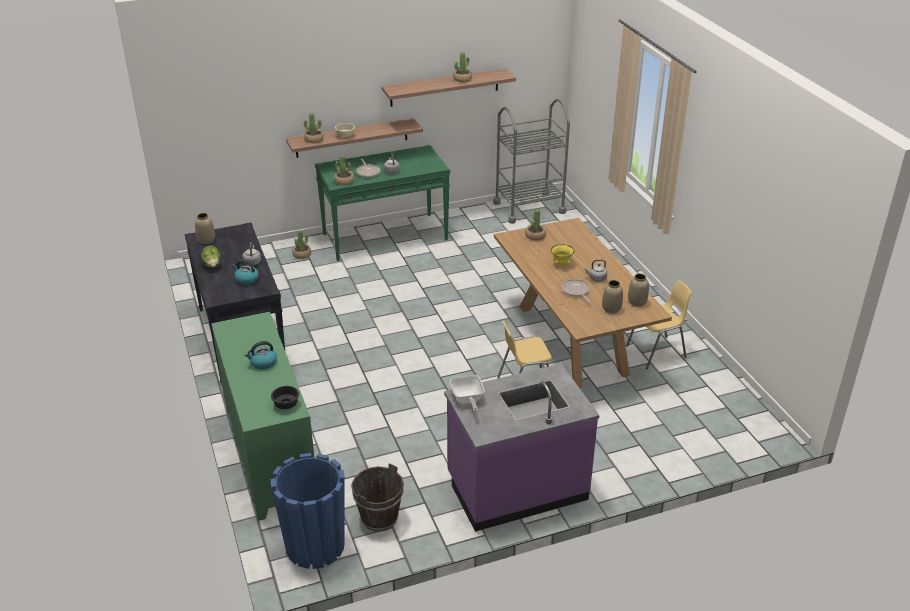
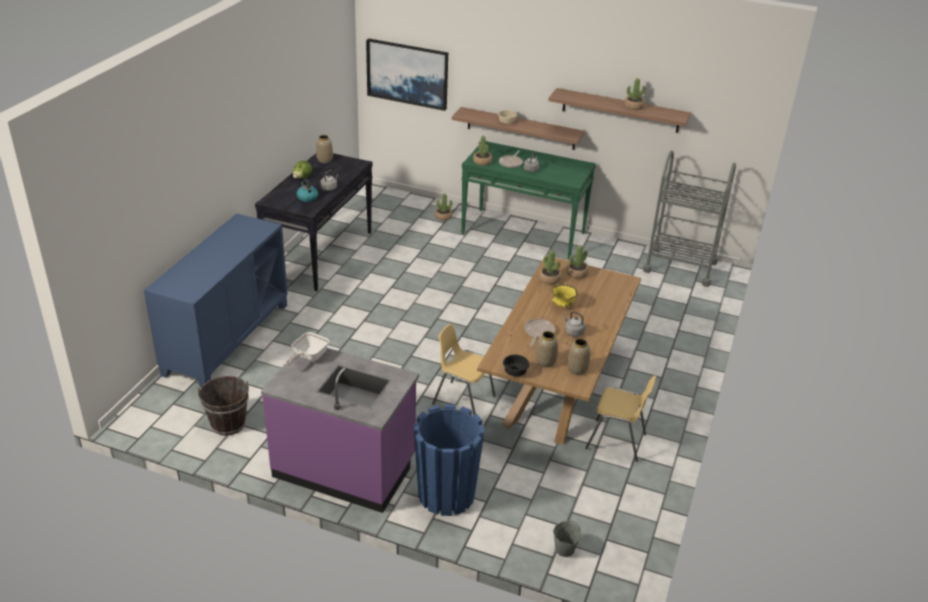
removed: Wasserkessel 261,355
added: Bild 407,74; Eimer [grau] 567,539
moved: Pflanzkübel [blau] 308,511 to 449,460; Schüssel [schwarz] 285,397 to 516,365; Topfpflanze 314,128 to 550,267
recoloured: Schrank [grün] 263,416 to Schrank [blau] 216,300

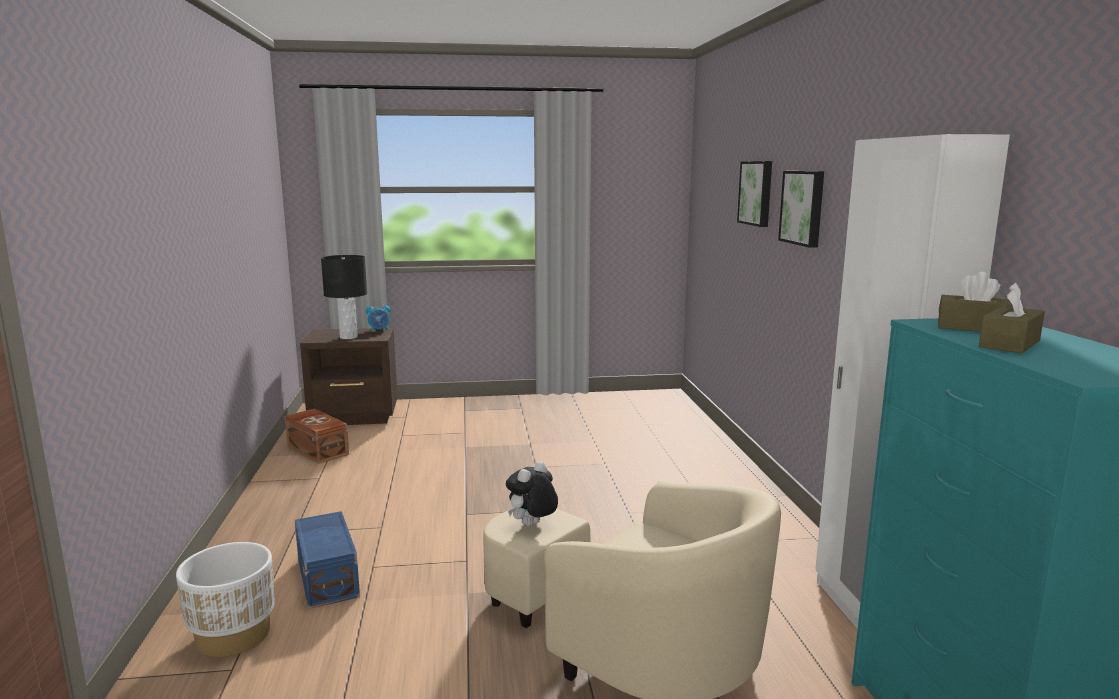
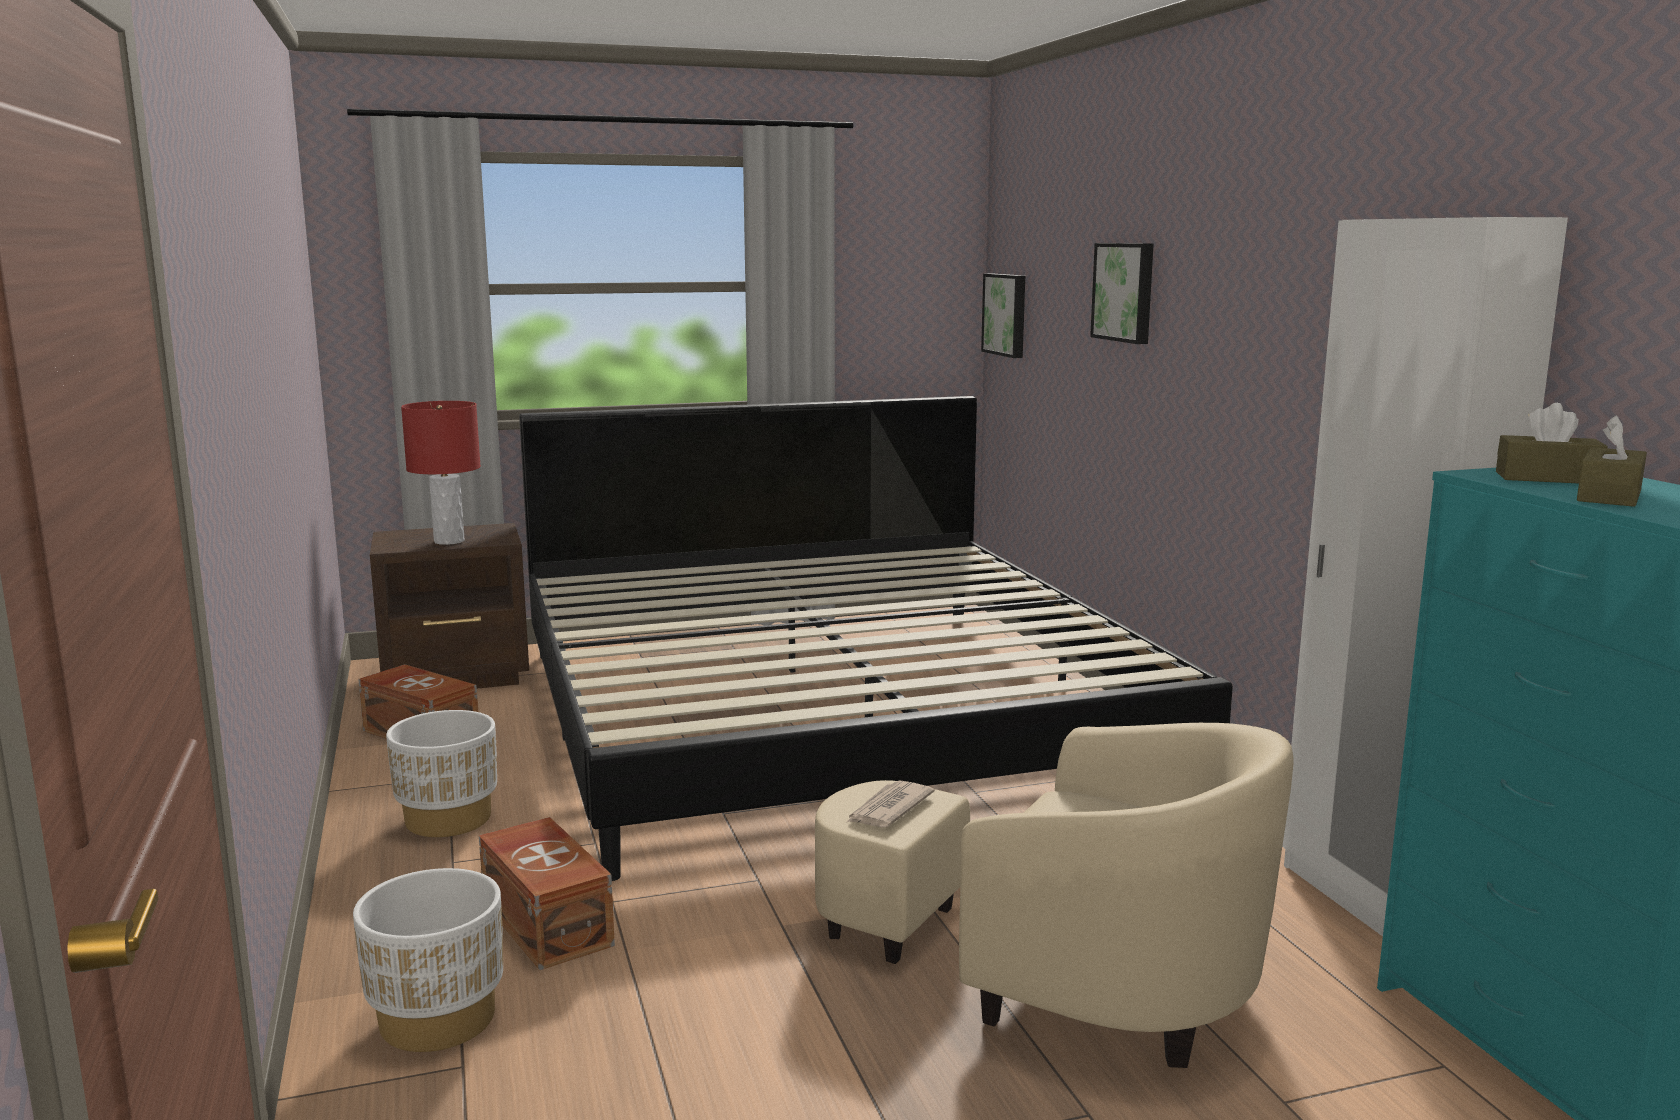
removed: Wecker 378,317
added: Pflanzkübel [weiß] 441,773; Bett 876,638
moved: Bild 801,209 to 1003,315
replaced: Plüschtier 532,493 to Zeitung 890,804
recoloured: Tischlampe [schwarz] 344,297 to Tischlampe [rot] 441,473; Aufbewahrungsbox [blau] 327,560 to Aufbewahrungsbox [braun] 547,893

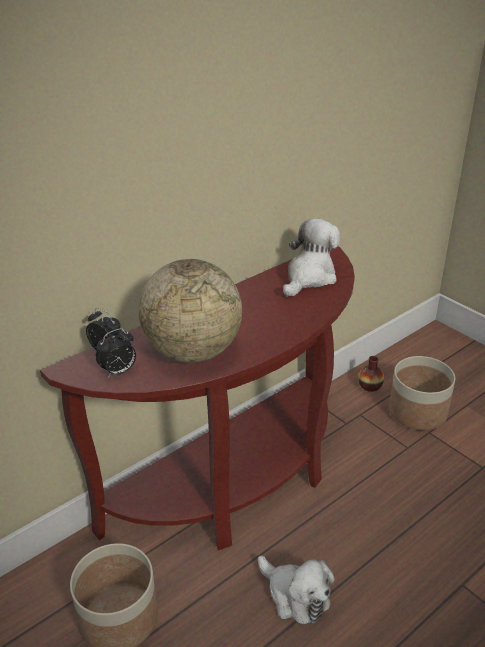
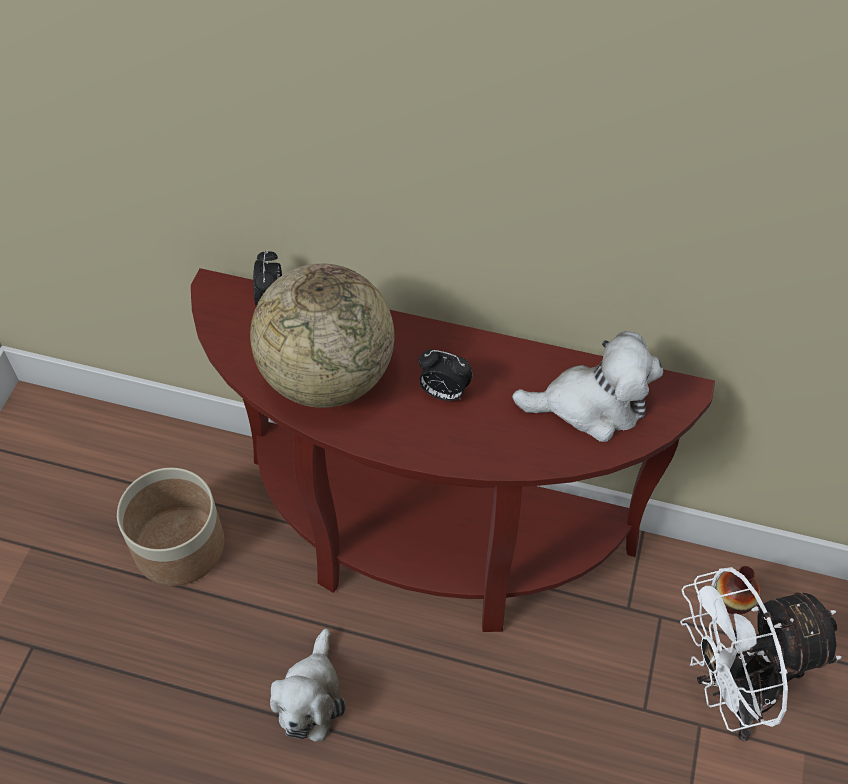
moved: Wecker 116,353 to 446,375
replaced: Pflanzkübel 422,393 to Ventilator [weiß] 761,654

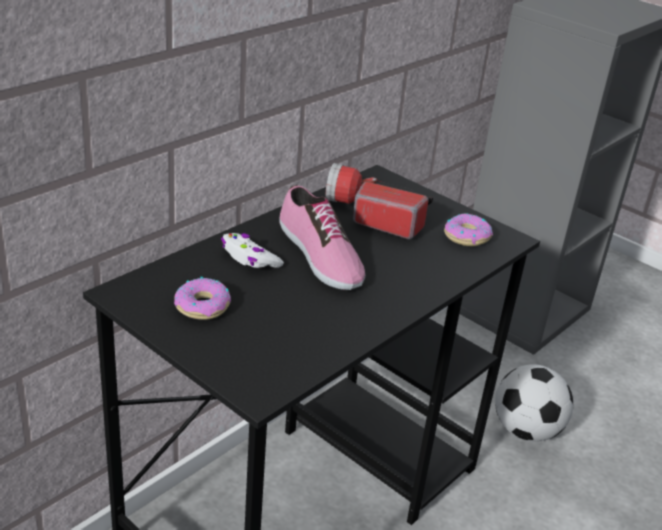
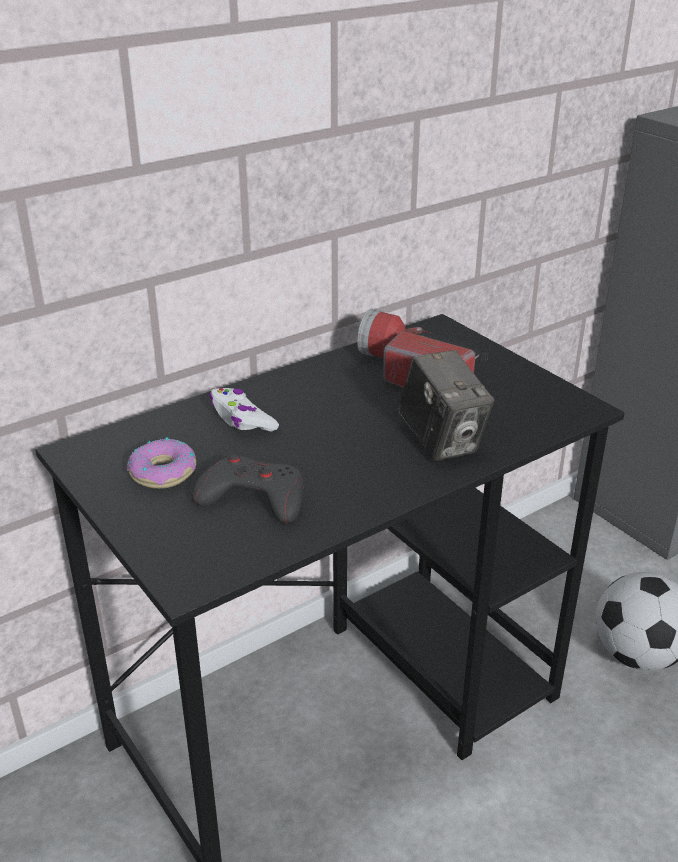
removed: Schuh 322,237; Donut 468,229
added: Gamepad [grau] 247,488; Kamera 446,405

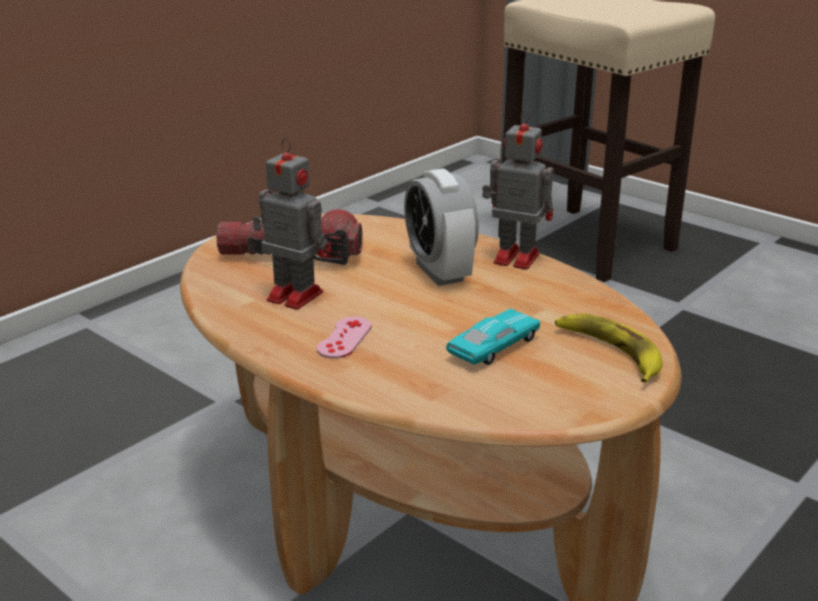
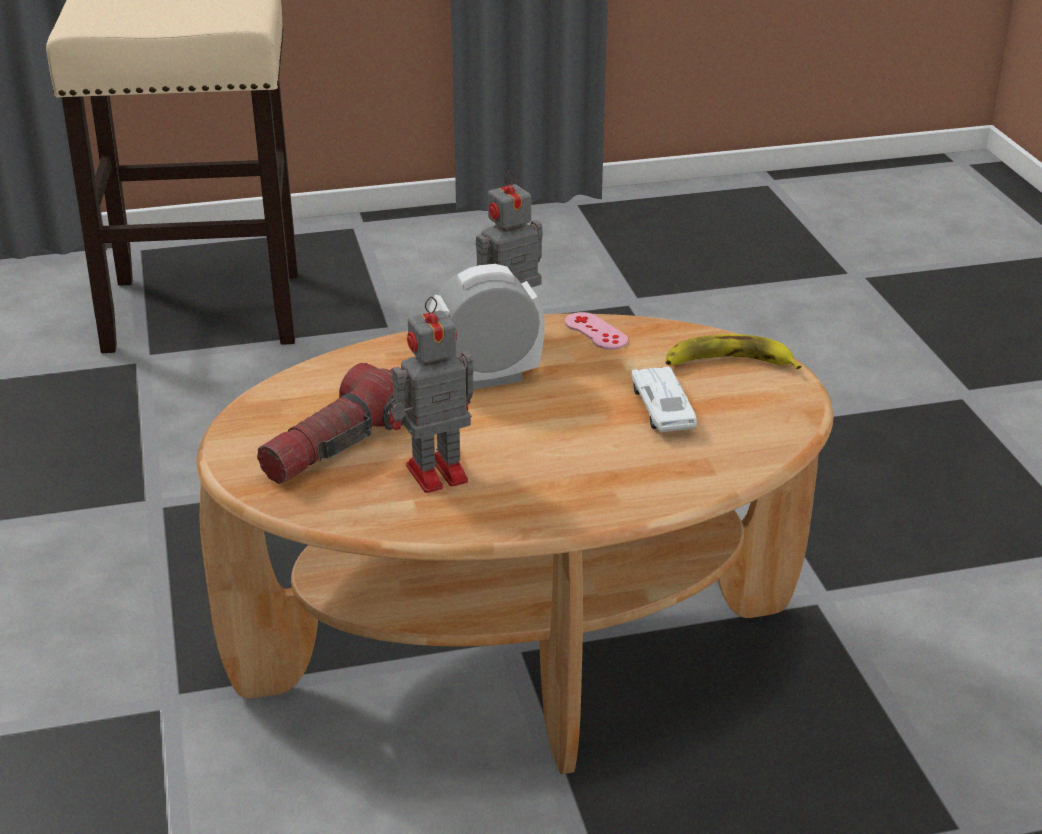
moved: Gamepad [rosa] 344,338 to 596,331
recoloured: Spielzeugauto [türkis] 493,337 to Spielzeugauto [weiß] 664,399
turned: Wecker 441,227 = 487,326 150 degrees clockwise

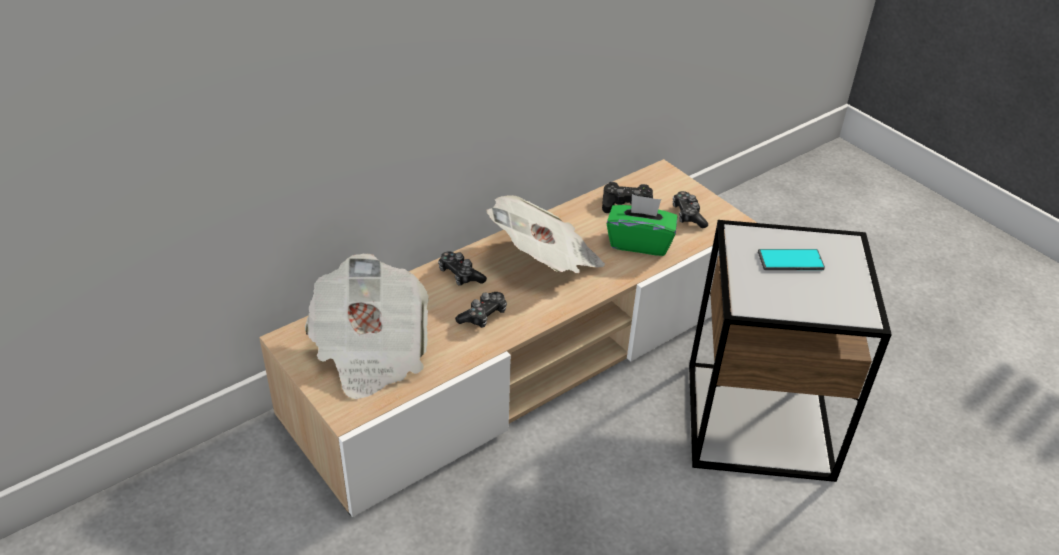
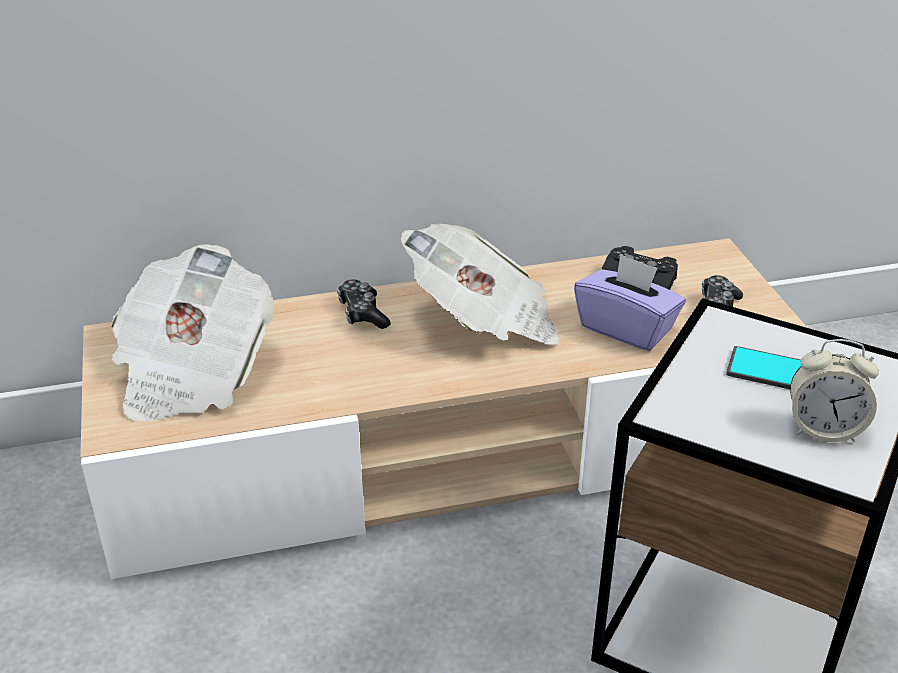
removed: Gamepad 481,310
added: Wecker 834,390
recoloured: Taschentuchbox [grün] 642,225 to Taschentuchbox [lila] 630,302

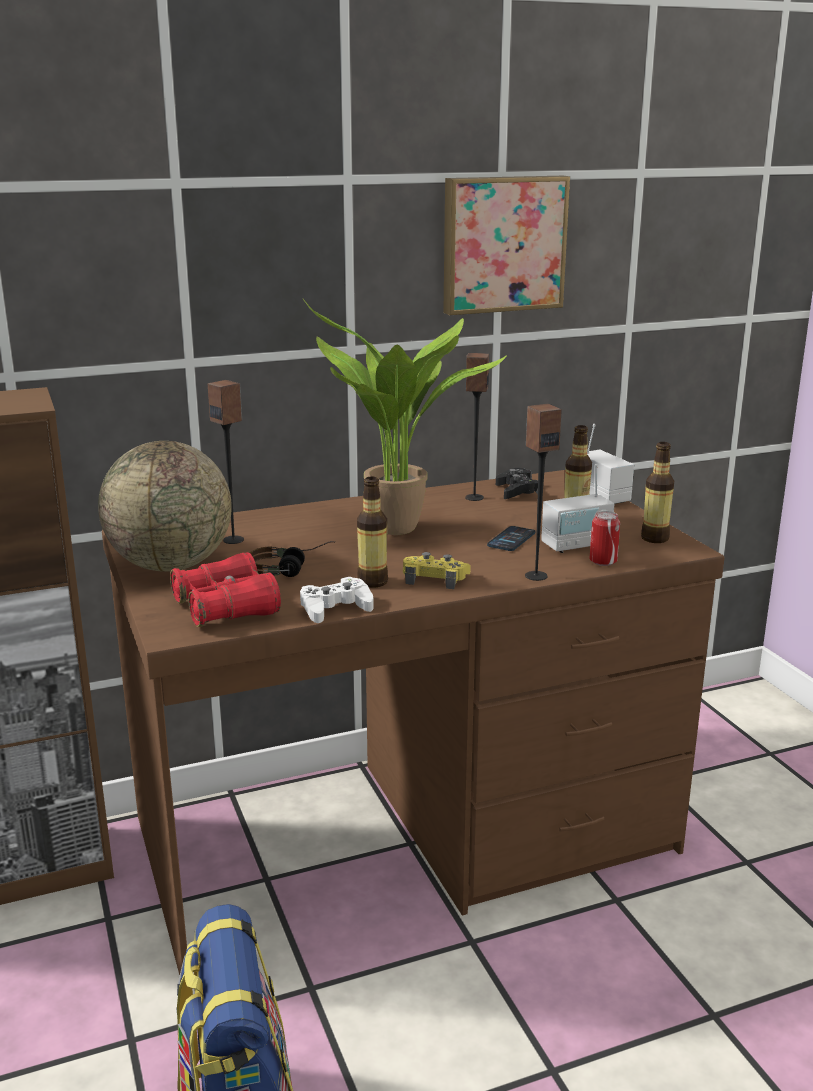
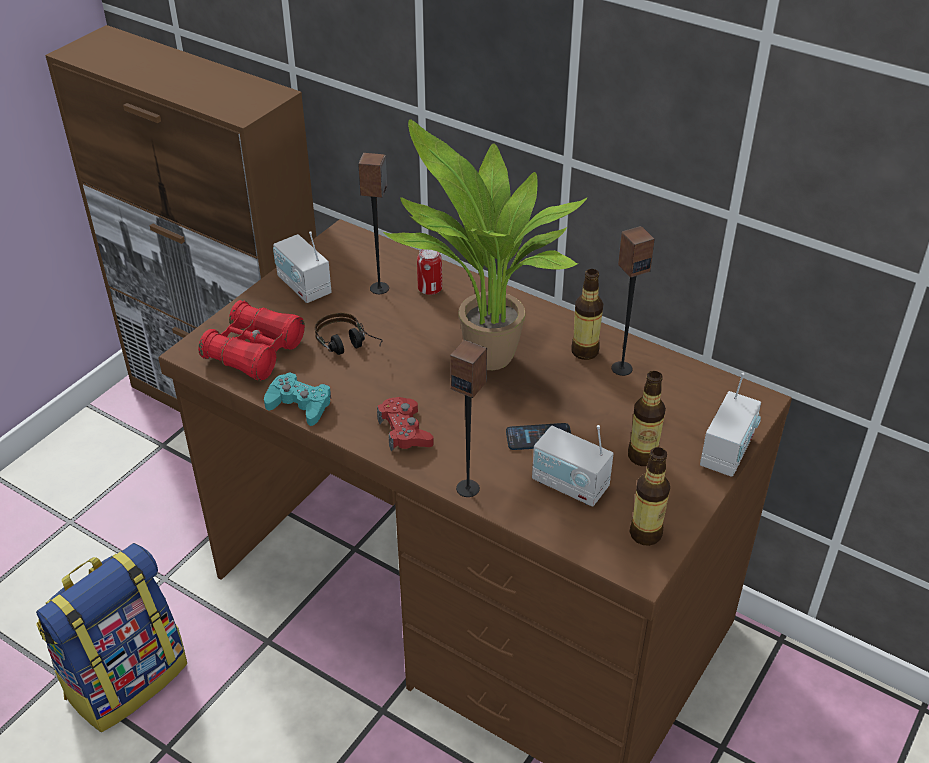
removed: Bild 506,245; Gamepad [schwarz] 517,483
moved: Dose 605,538 to 429,272; Flasche 372,532 to 587,314
replaced: Globus 165,506 to Radio 302,267
recoloured: Gamepad [weiß] 337,600 to Gamepad [türkis] 297,399; Gamepad [gelb] 437,570 to Gamepad [rot] 405,424

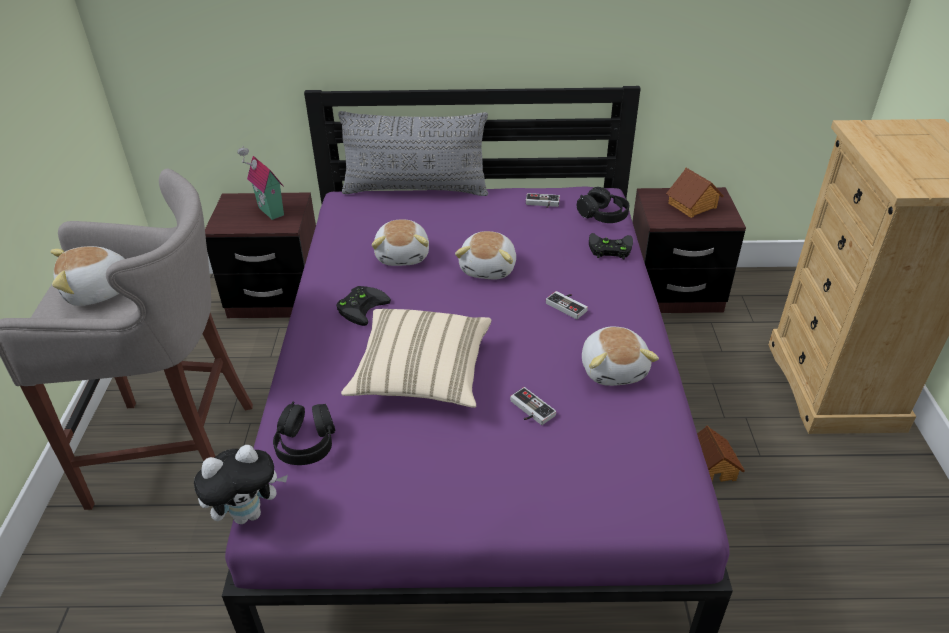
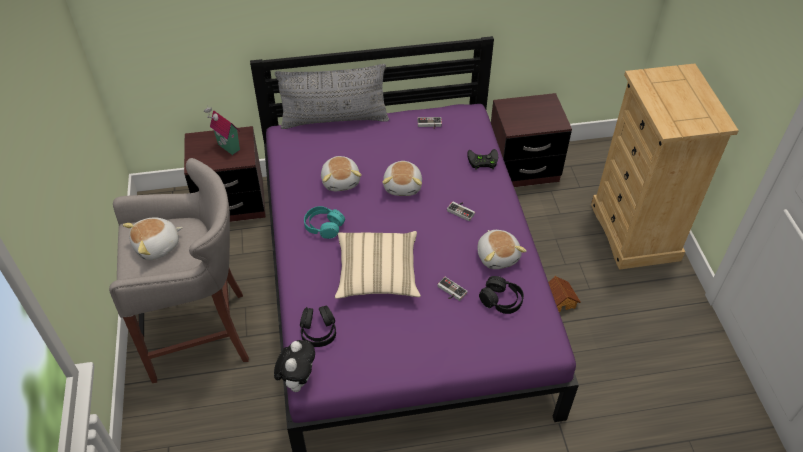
removed: Spielzeughaus 695,193
moved: Kopfhörer [schwarz] 603,205 to 501,295
replaced: Gamepad [schwarz] 363,306 to Kopfhörer [türkis] 324,222
turned: Plüschtier 241,484 = 294,366 45 degrees counterclockwise

